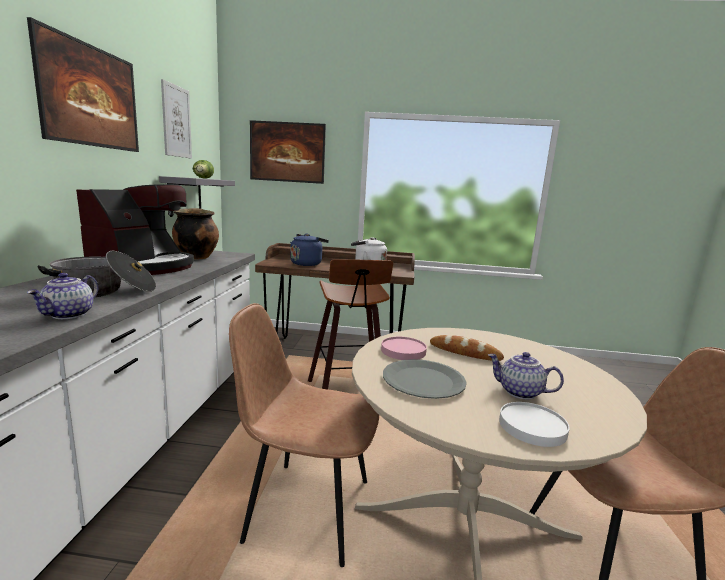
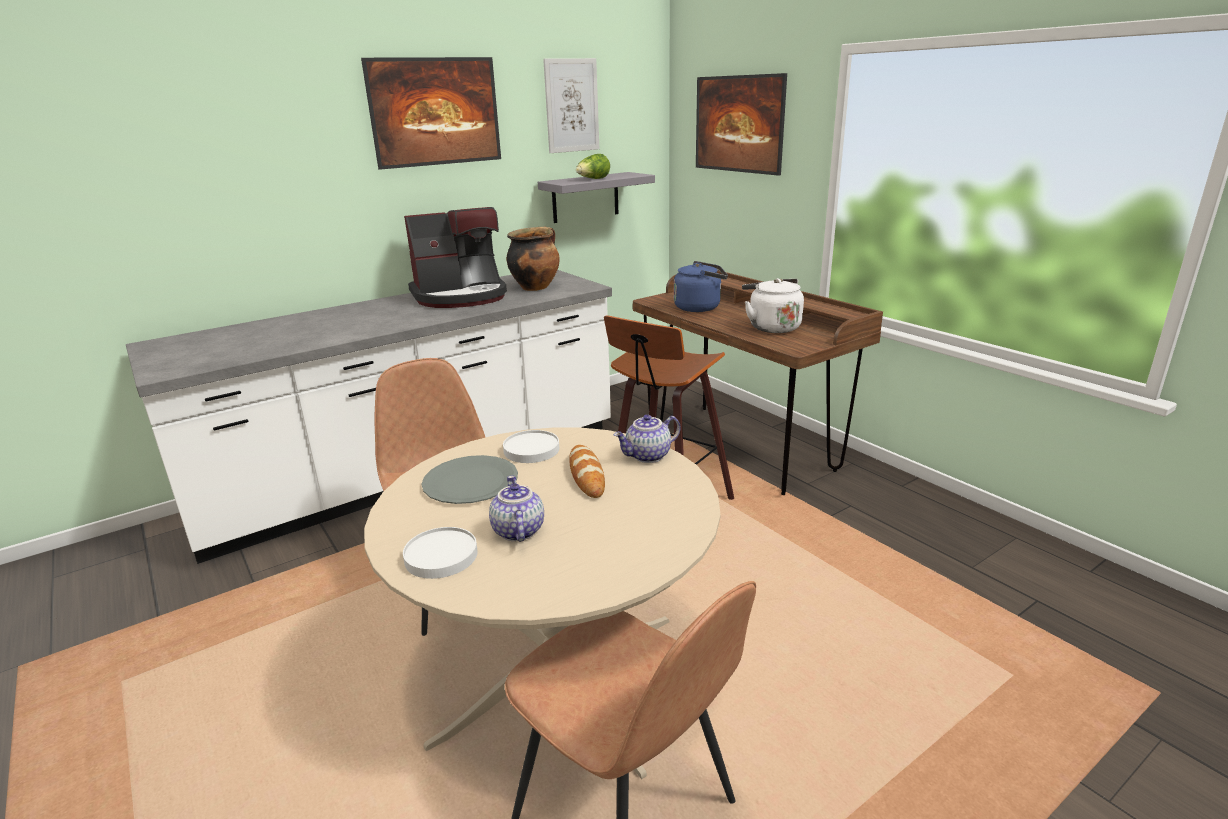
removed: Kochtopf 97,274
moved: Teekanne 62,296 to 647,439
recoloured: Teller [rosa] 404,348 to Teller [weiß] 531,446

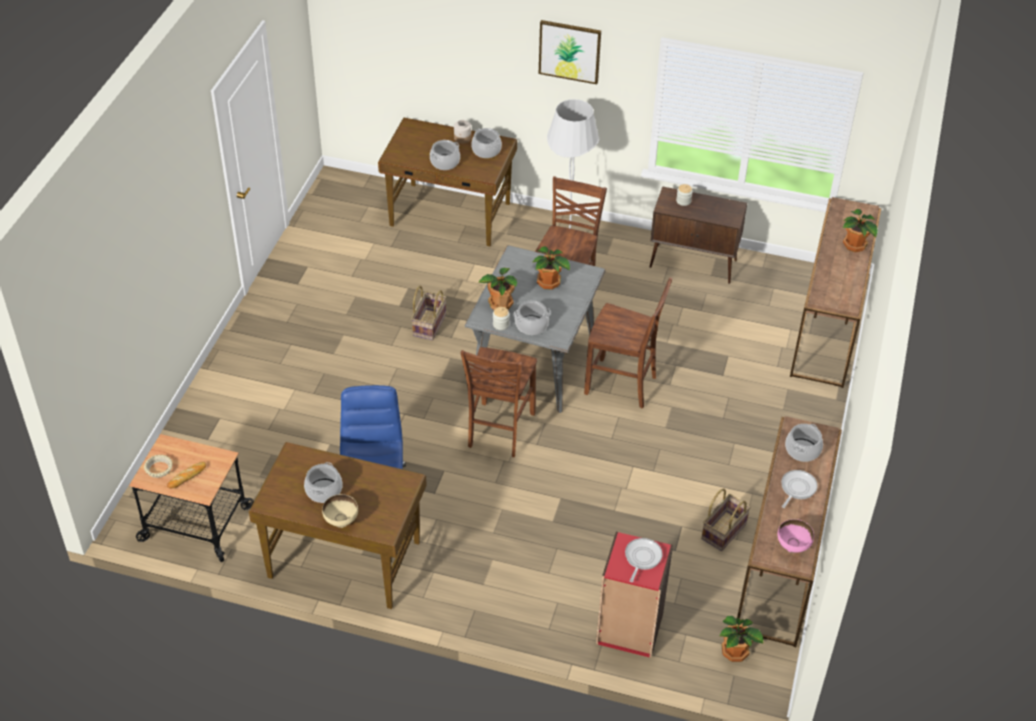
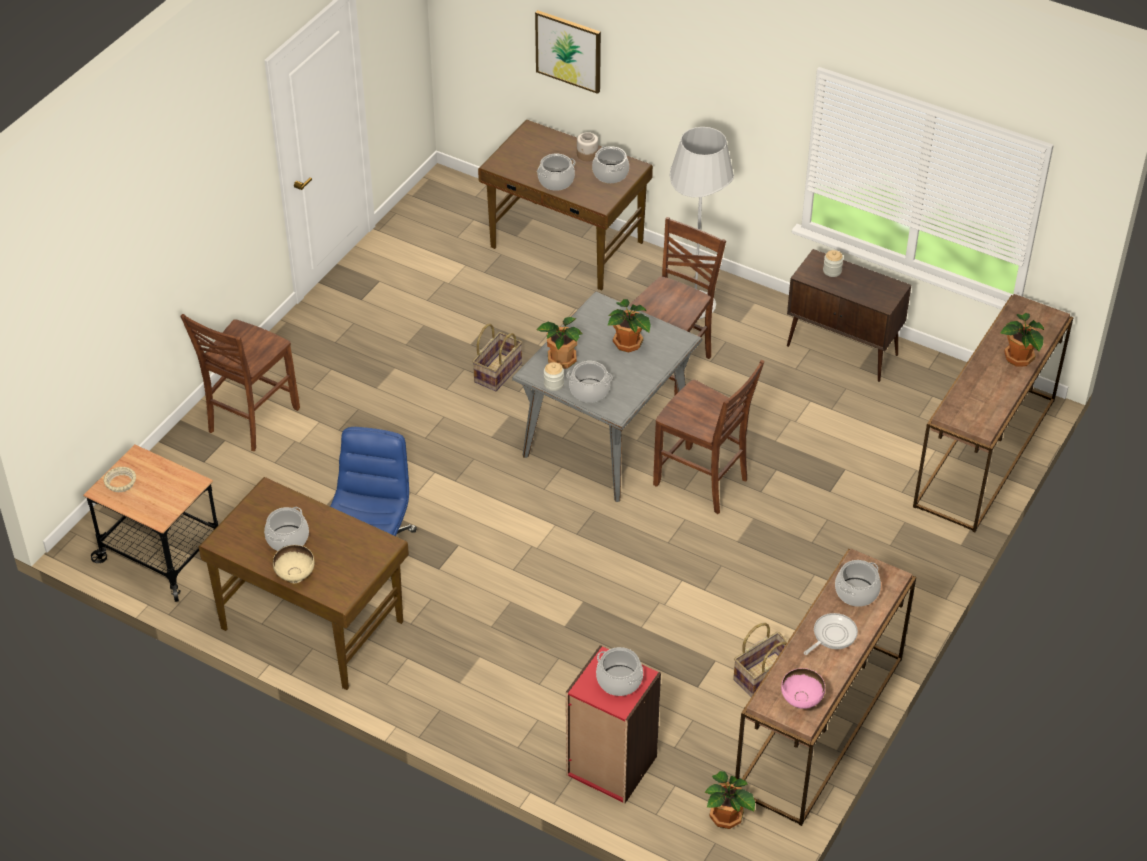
removed: Brot 186,475
moved: Stuhl [braun] 498,402 to 240,382; Bild 570,52 to 568,52
replaced: Pfanne 644,560 to Kochtopf 619,671

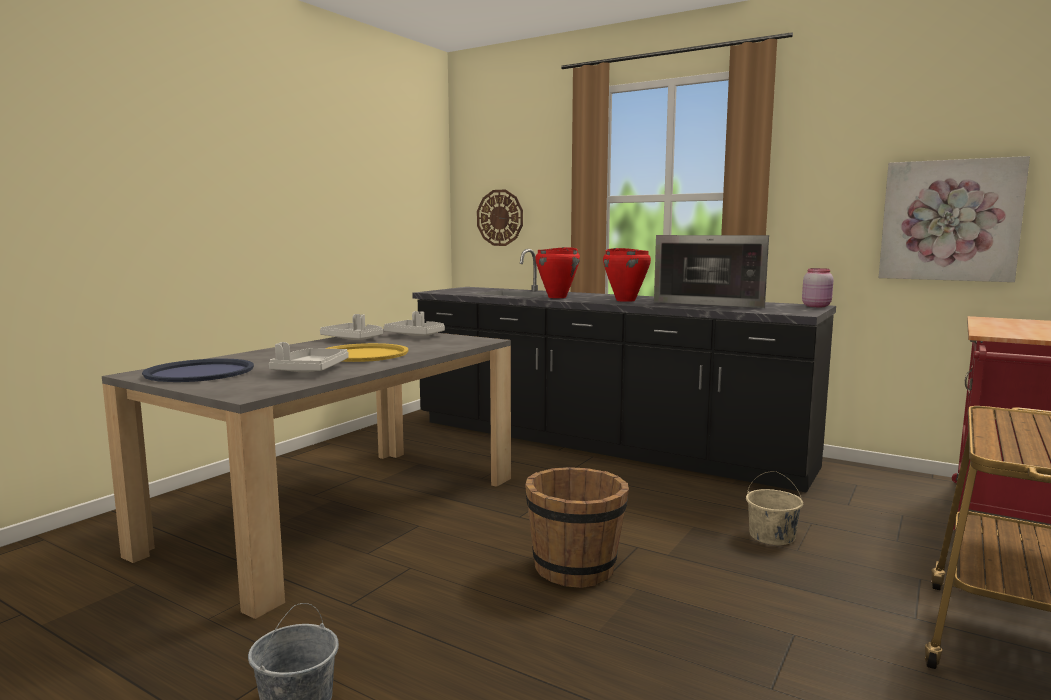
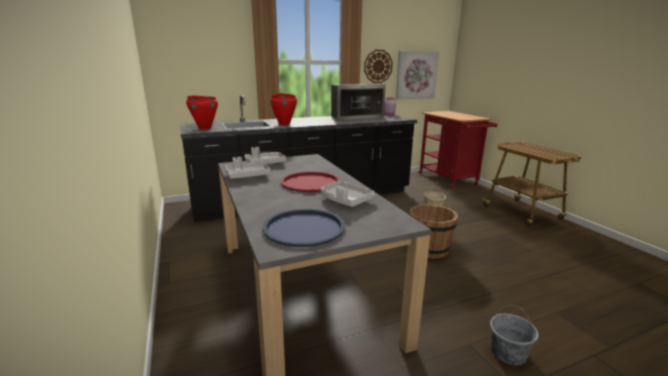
moved: Kochtopf [rot] 627,275 to 202,112; Wanduhr 500,218 to 378,66
recoloured: Tablett [gelb] 366,352 to Tablett [rot] 310,181

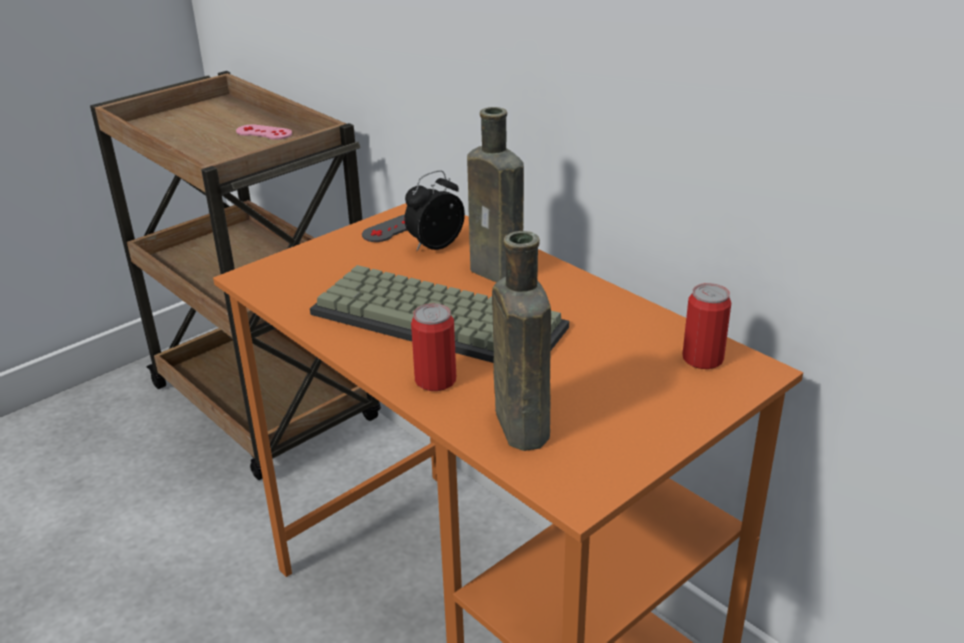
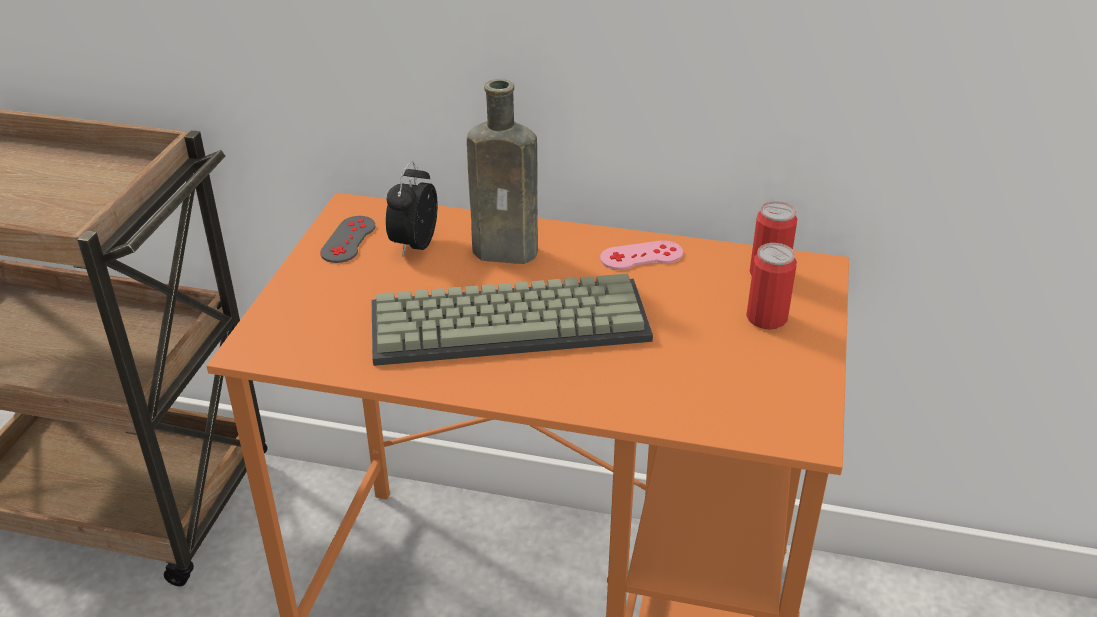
removed: Flasche [braun] 521,341
moved: Gamepad [rosa] 264,132 to 641,255; Dose 433,347 to 771,286

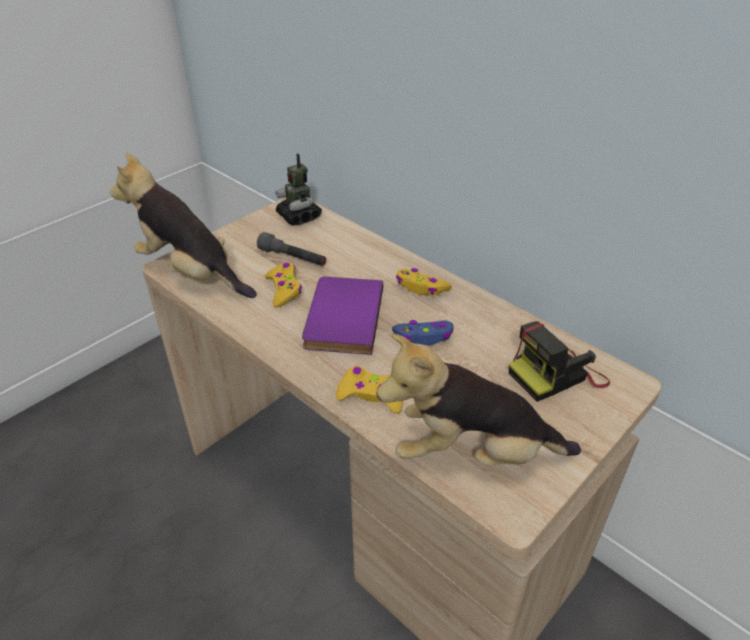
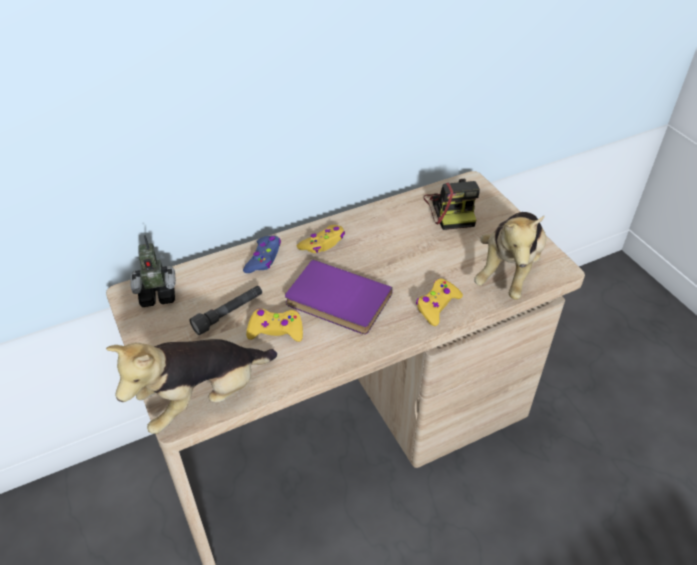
moved: Gamepad [blau] 422,332 to 262,254

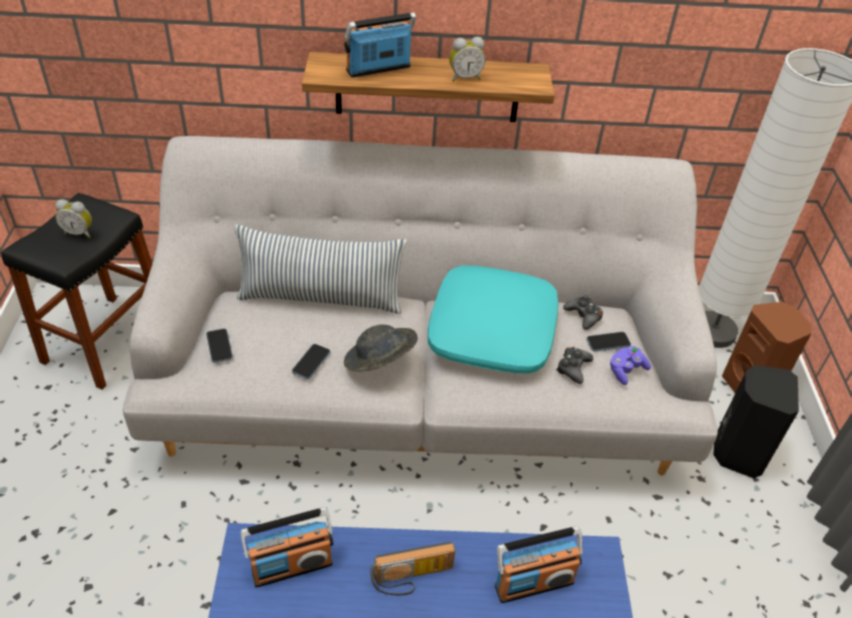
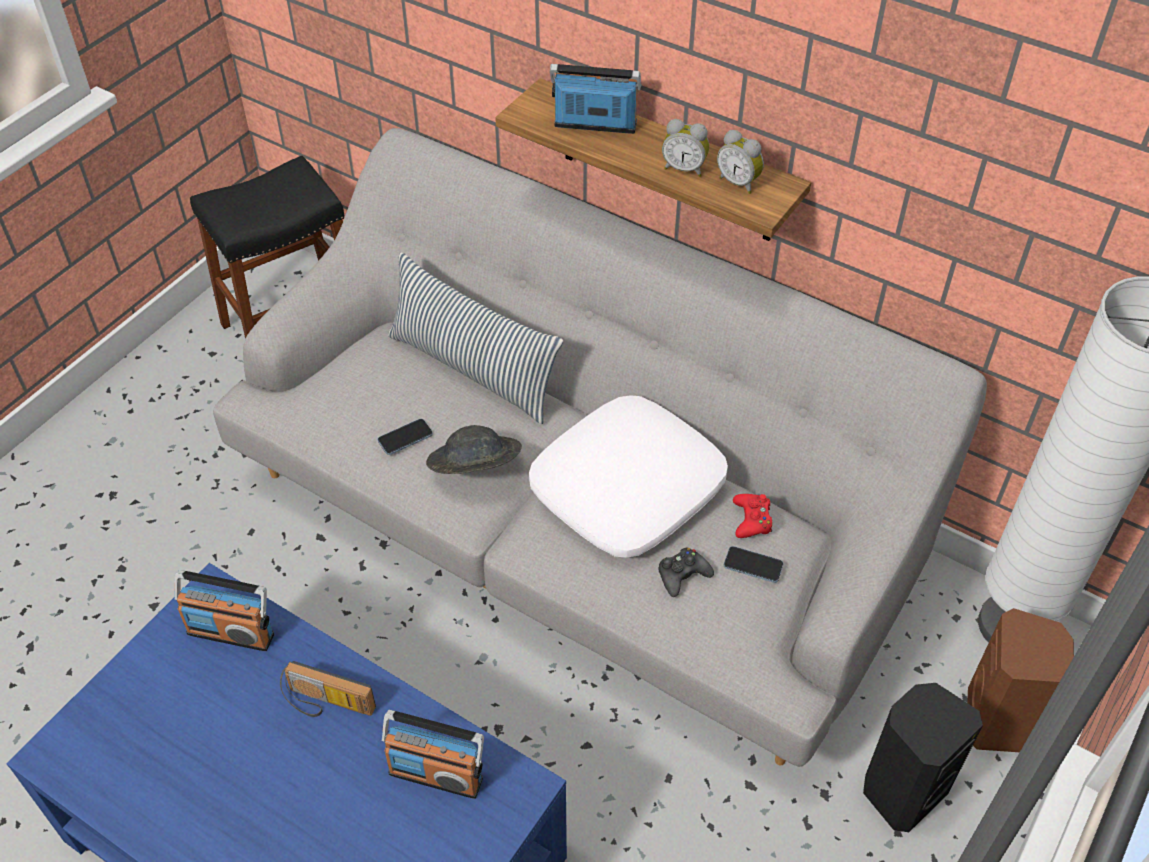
removed: Handy 219,345; Gamepad [lila] 630,365
moved: Wecker 73,218 to 740,162
recoloured: Kissen [türkis] 493,319 to Kissen [weiß] 628,476; Gamepad [schwarz] 583,312 to Gamepad [rot] 752,516

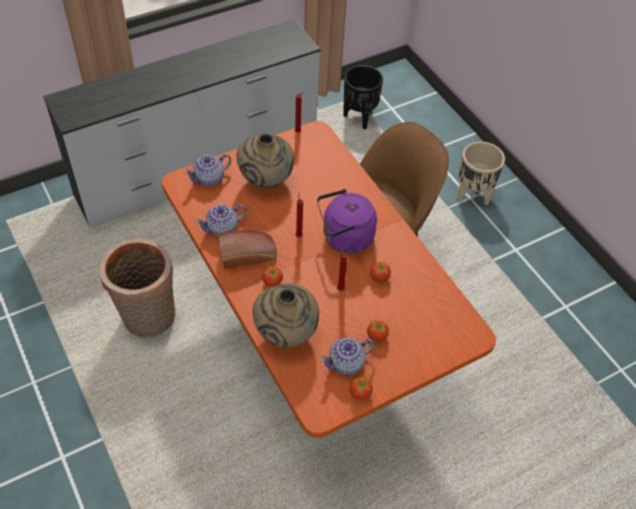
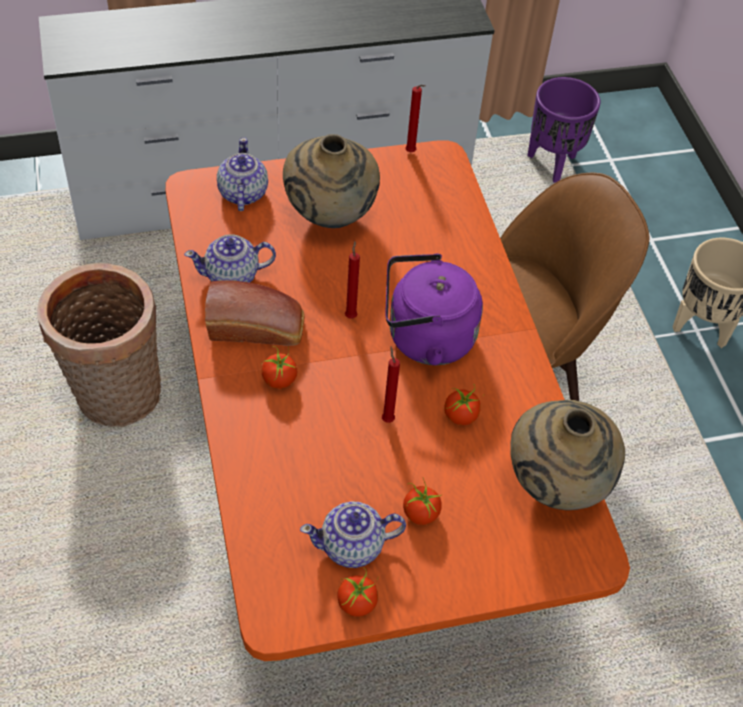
moved: Vase [beige] 285,315 to 567,455
recoloured: Pflanzkübel [schwarz] 363,97 to Pflanzkübel [lila] 563,130
turned: Teekanne 207,170 = 242,174 105 degrees clockwise

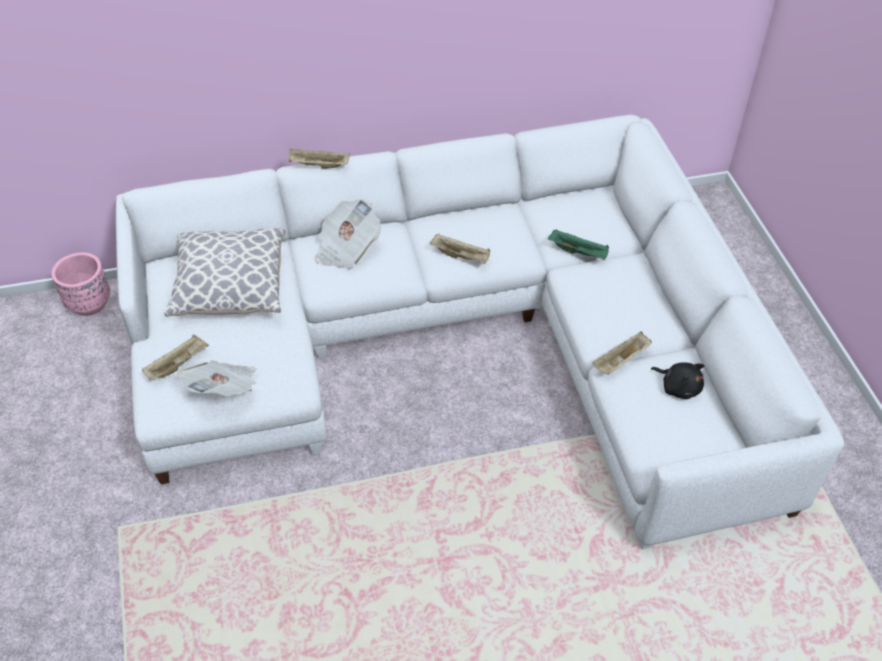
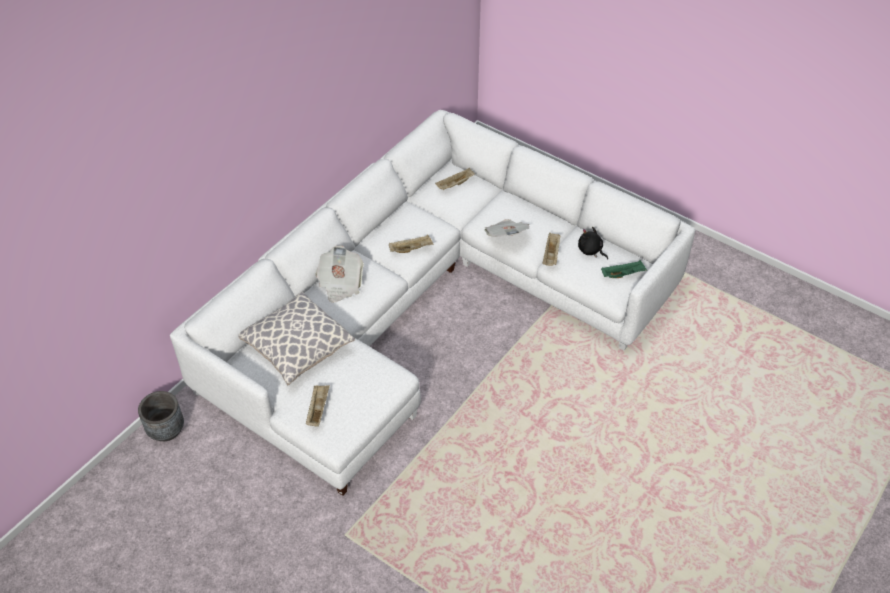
moved: Tablett [beige] 319,158 to 455,179; Zeitung 216,378 to 507,228; Tablett [grün] 578,244 to 624,269
recoloured: Pflanzkübel [rosa] 80,284 to Pflanzkübel [grau] 161,416
turned: Plüschtier [schwarz] 677,380 = 593,243 135 degrees counterclockwise

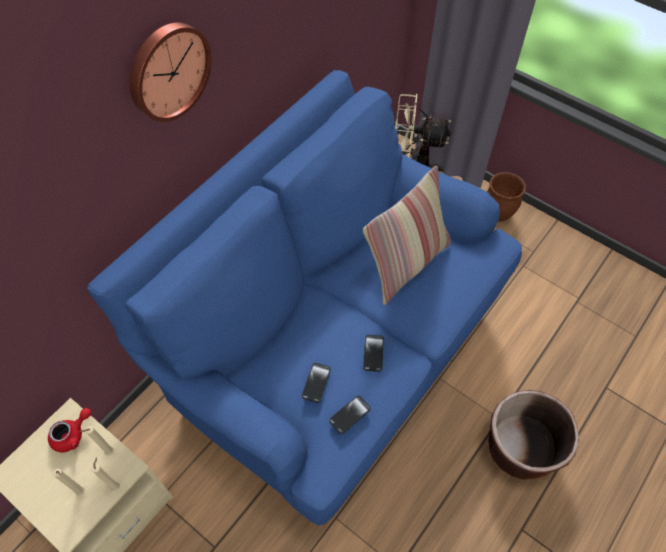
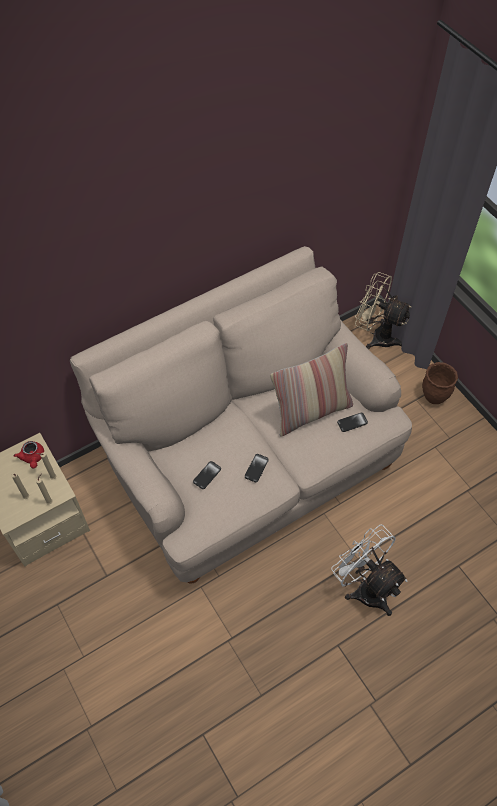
removed: Wanduhr 171,72
moved: Handy 349,415 to 352,422
replaced: Pflanzkübel [braun] 533,435 to Ventilator [weiß] 369,570
recoloured: Sofa [blau] 304,297 to Sofa [beige] 241,414
turned: Teekanne [rot] 69,430 = 29,454 90 degrees clockwise

